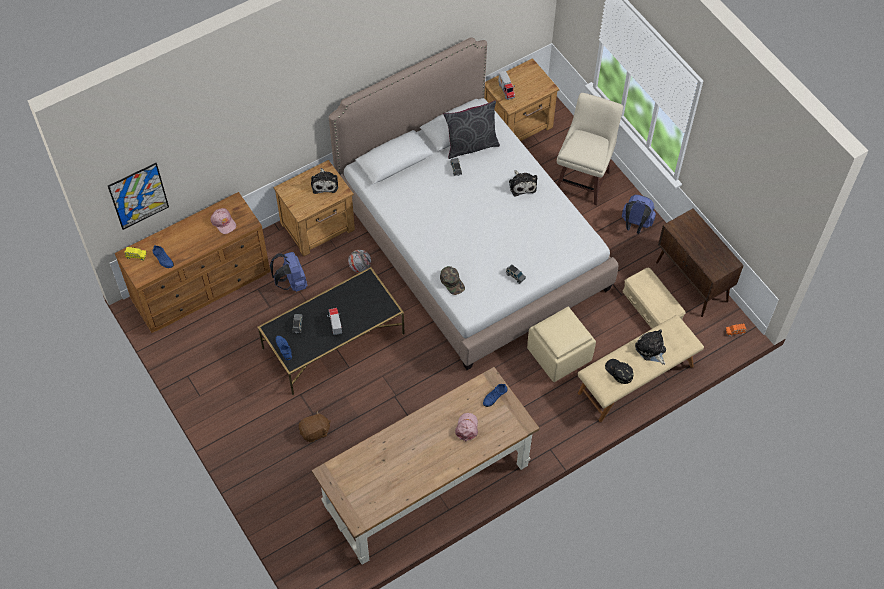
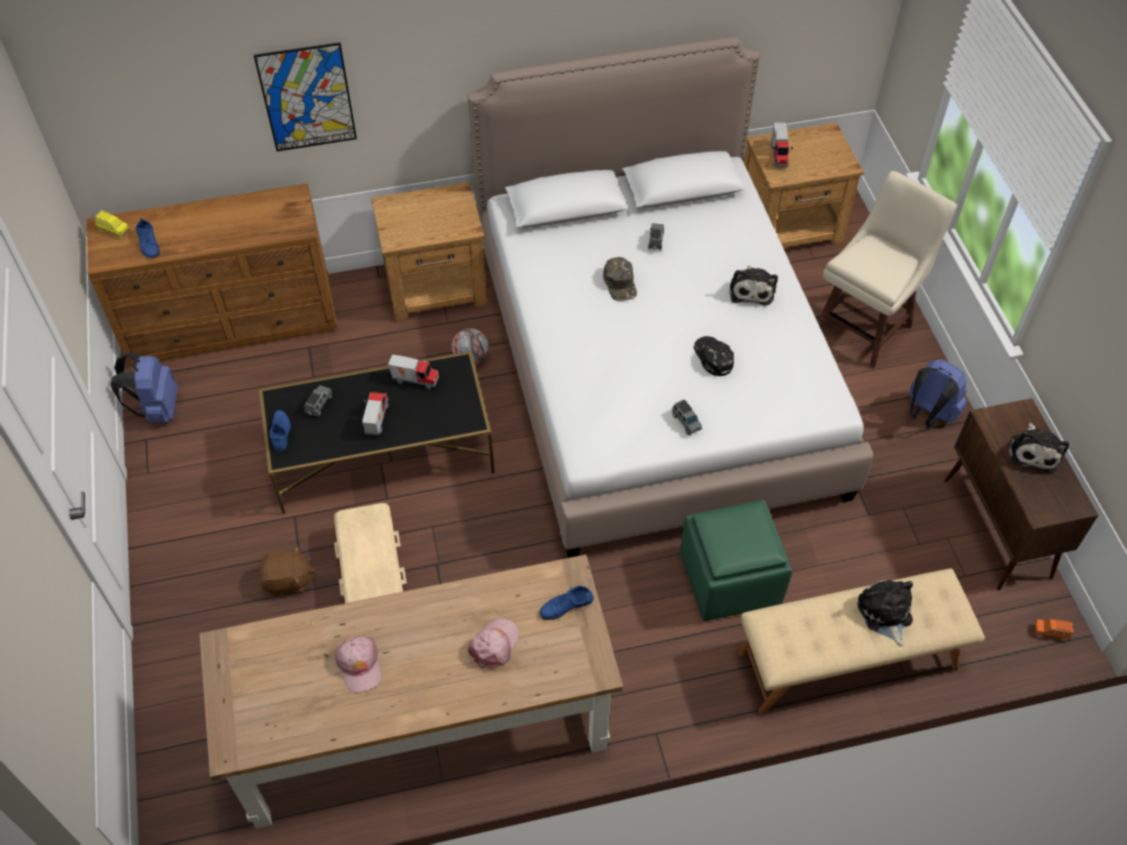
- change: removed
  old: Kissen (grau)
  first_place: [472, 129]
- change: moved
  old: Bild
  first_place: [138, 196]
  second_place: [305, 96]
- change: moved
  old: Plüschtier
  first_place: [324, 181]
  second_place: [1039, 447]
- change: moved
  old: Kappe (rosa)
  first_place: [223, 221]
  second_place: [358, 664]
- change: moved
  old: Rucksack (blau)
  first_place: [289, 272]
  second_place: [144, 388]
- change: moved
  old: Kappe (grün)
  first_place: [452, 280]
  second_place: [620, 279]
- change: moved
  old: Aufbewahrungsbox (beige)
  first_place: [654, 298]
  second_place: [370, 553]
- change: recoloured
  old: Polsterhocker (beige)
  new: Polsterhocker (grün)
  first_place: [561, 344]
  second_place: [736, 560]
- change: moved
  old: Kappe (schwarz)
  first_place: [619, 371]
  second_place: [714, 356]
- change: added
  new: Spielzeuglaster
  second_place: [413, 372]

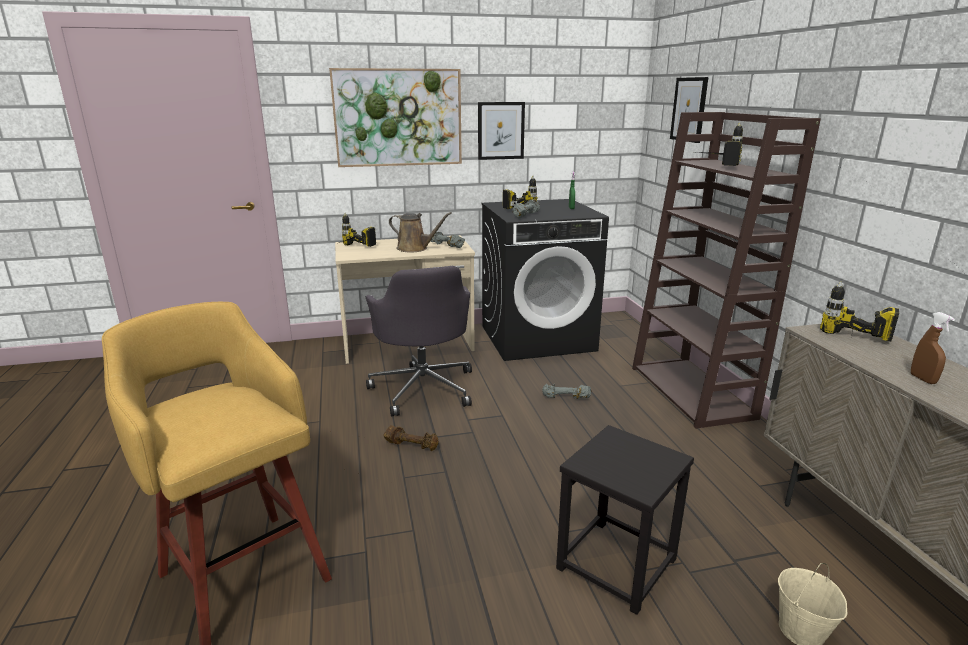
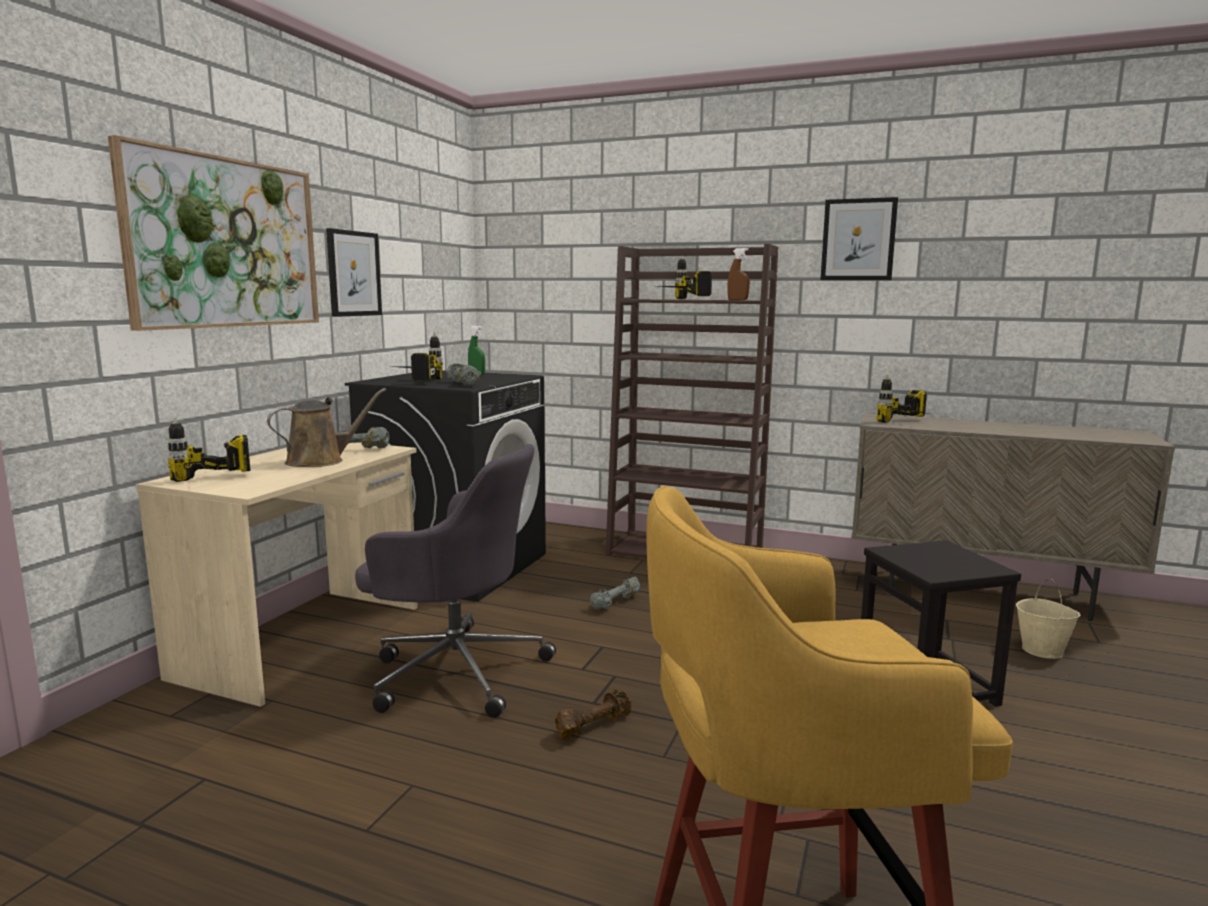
- change: moved
  old: Bild
  first_place: [689, 110]
  second_place: [859, 238]
- change: moved
  old: Sprühflasche (braun)
  first_place: [933, 348]
  second_place: [738, 274]

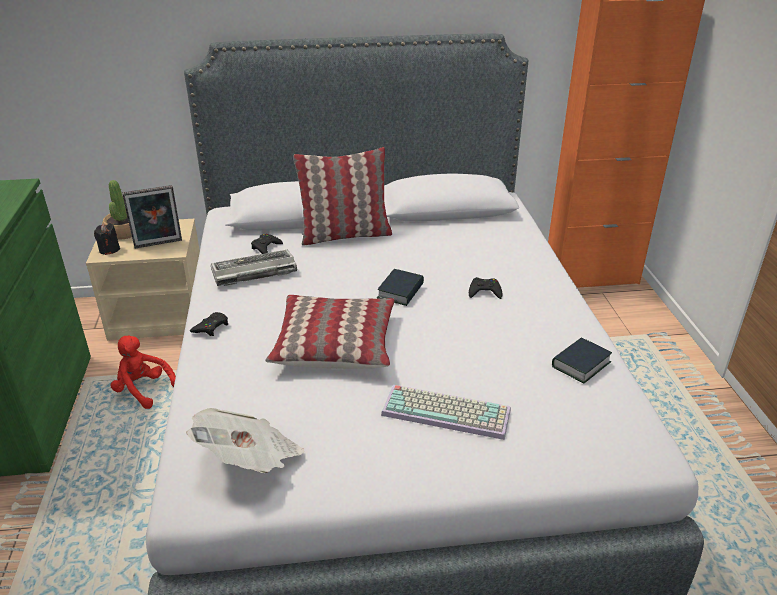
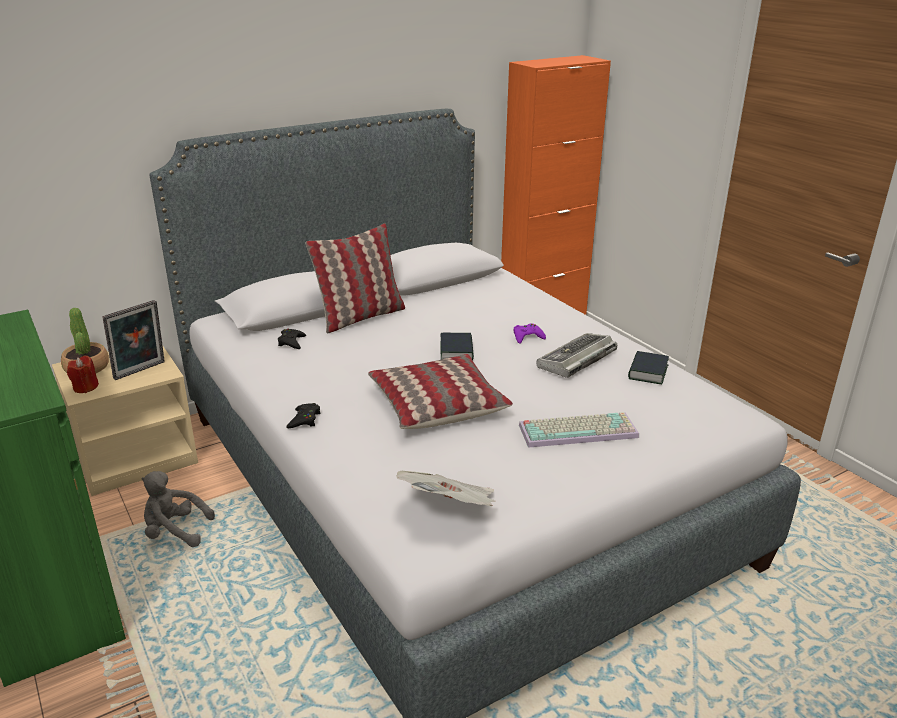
- change: recoloured
  old: Kerze (schwarz)
  new: Kerze (rot)
  first_place: [107, 239]
  second_place: [83, 374]
- change: moved
  old: Tastatur
  first_place: [254, 268]
  second_place: [577, 355]
- change: recoloured
  old: Gamepad (schwarz)
  new: Gamepad (lila)
  first_place: [485, 288]
  second_place: [530, 334]
- change: recoloured
  old: Plüschtier (rot)
  new: Plüschtier (grau)
  first_place: [143, 372]
  second_place: [178, 509]

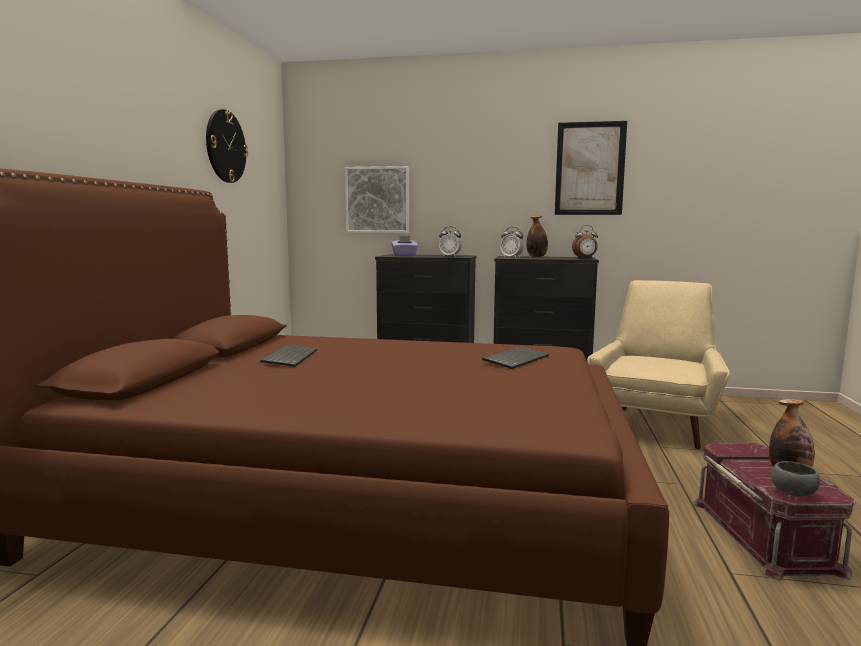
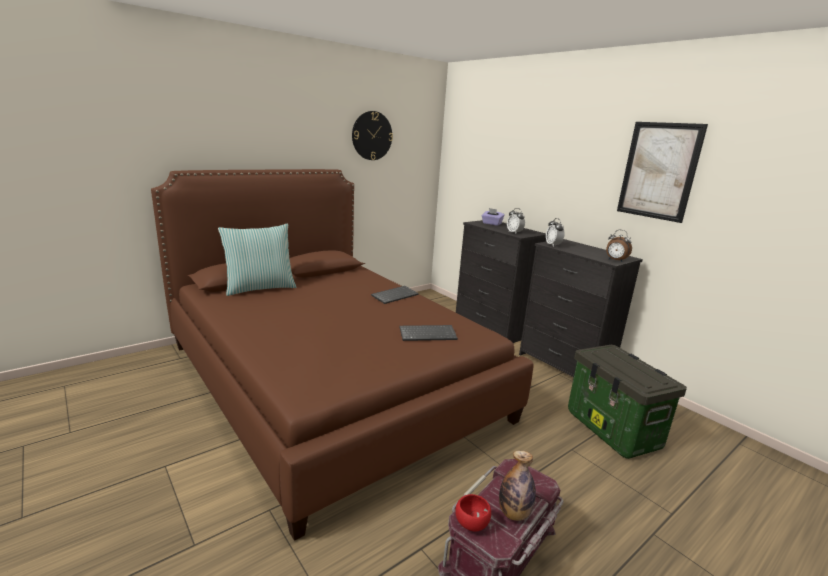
- change: removed
  old: Bild
  first_place: [377, 199]
- change: removed
  old: Flasche
  first_place: [537, 236]
- change: replaced
  old: Sessel (beige)
  new: Aufbewahrungsbox
  first_place: [658, 364]
  second_place: [627, 402]
- change: moved
  old: Tastatur
  first_place: [288, 356]
  second_place: [395, 295]
- change: recoloured
  old: Schüssel (grau)
  new: Schüssel (rot)
  first_place: [795, 479]
  second_place: [473, 513]
- change: added
  new: Kissen
  second_place: [257, 260]

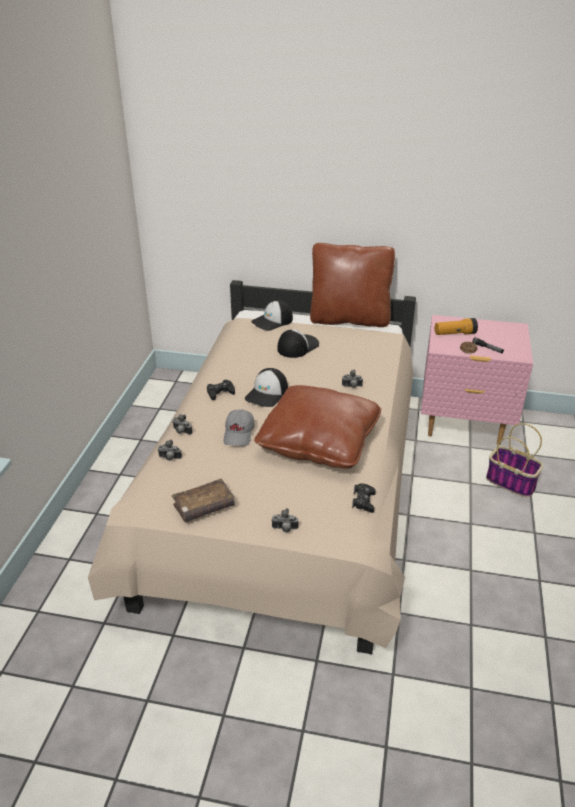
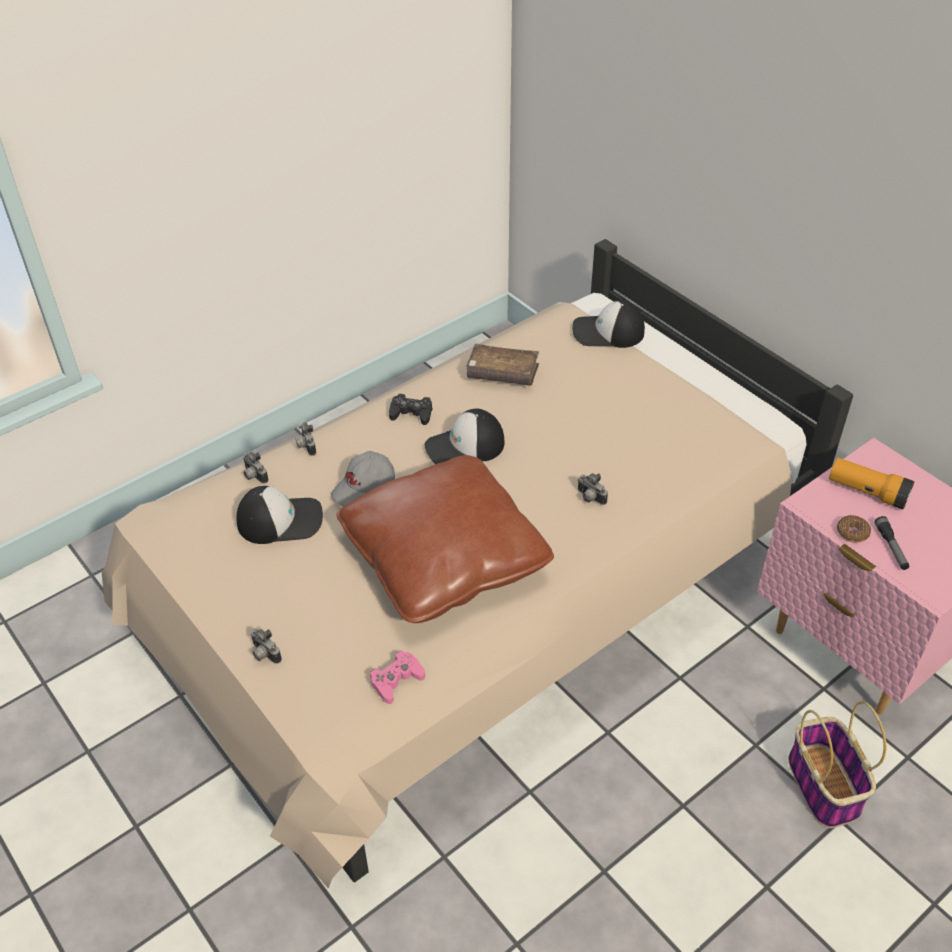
- change: removed
  old: Kissen (braun)
  first_place: [352, 285]
- change: moved
  old: Kappe
  first_place: [298, 343]
  second_place: [279, 515]
- change: moved
  old: Buch (braun)
  first_place: [203, 500]
  second_place: [502, 365]
- change: recoloured
  old: Gamepad (schwarz)
  new: Gamepad (rosa)
  first_place: [364, 498]
  second_place: [397, 677]

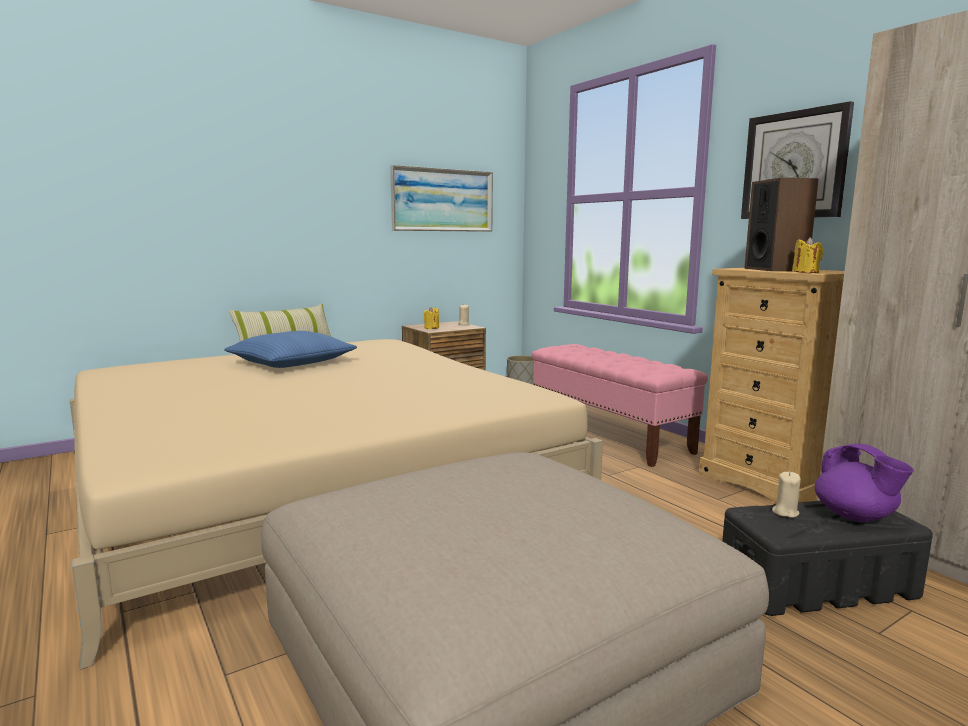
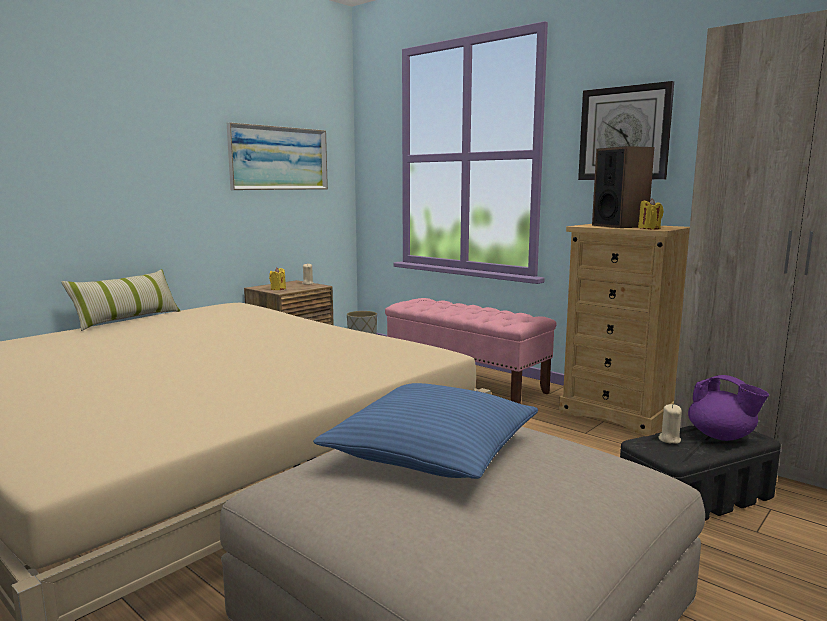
- change: moved
  old: Kissen (blau)
  first_place: [290, 349]
  second_place: [425, 431]

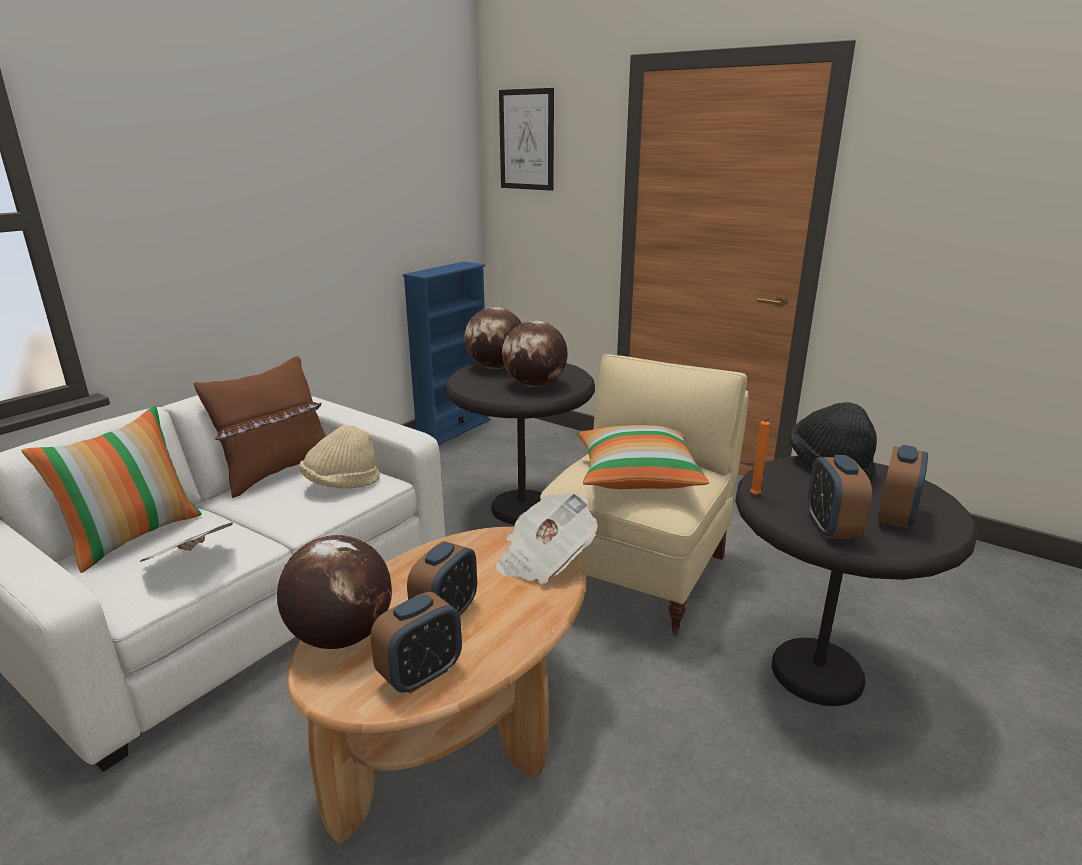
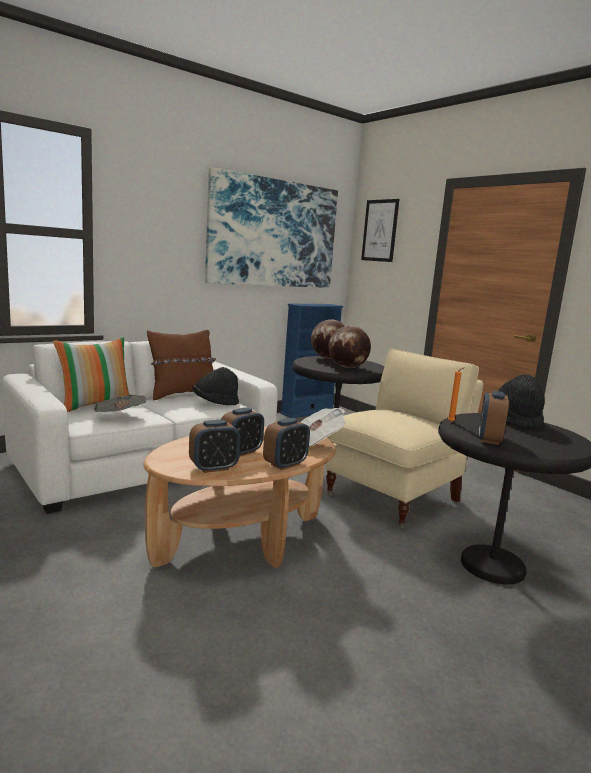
- change: recoloured
  old: Hut (beige)
  new: Hut (schwarz)
  first_place: [339, 457]
  second_place: [216, 386]
- change: removed
  old: Kissen
  first_place: [643, 457]
- change: moved
  old: Wecker
  first_place: [903, 486]
  second_place: [286, 444]
- change: removed
  old: Globus
  first_place: [334, 592]
- change: added
  new: Bild
  second_place: [271, 227]

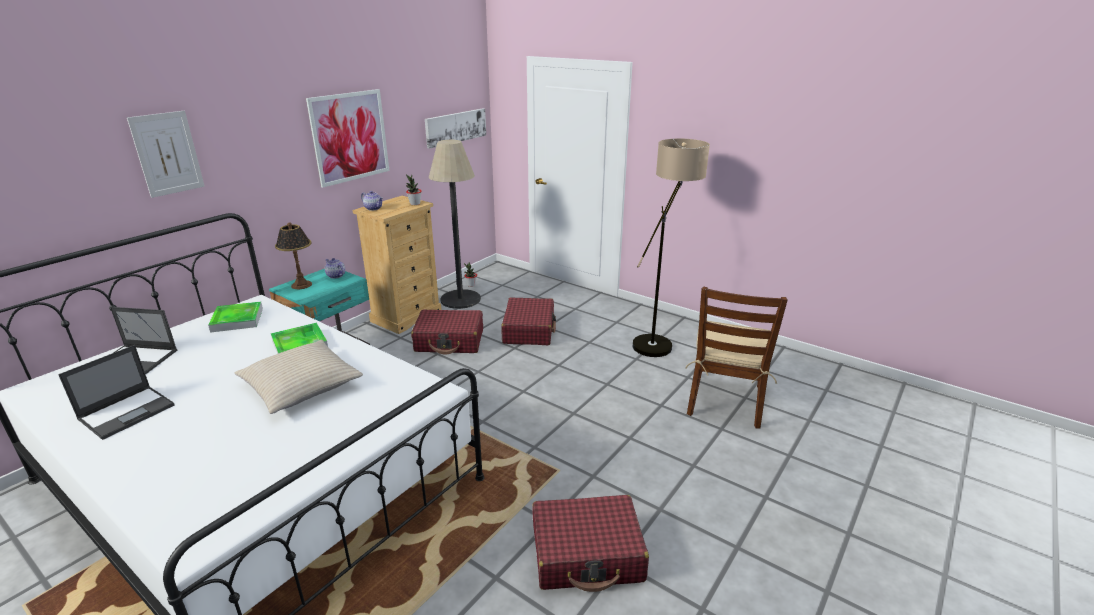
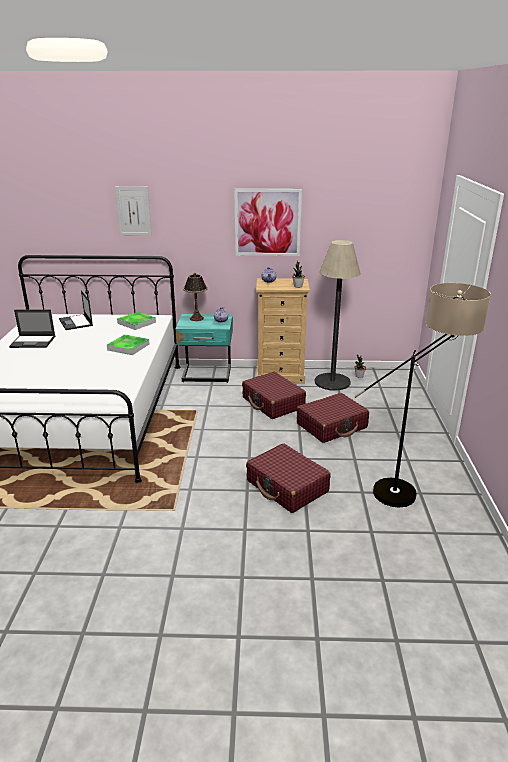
- change: removed
  old: Bild
  first_place: [455, 128]
- change: removed
  old: Stuhl (braun)
  first_place: [736, 358]
- change: removed
  old: Kissen (beige)
  first_place: [298, 377]
- change: moved
  old: Koffer (rot)
  first_place: [591, 543]
  second_place: [288, 478]

